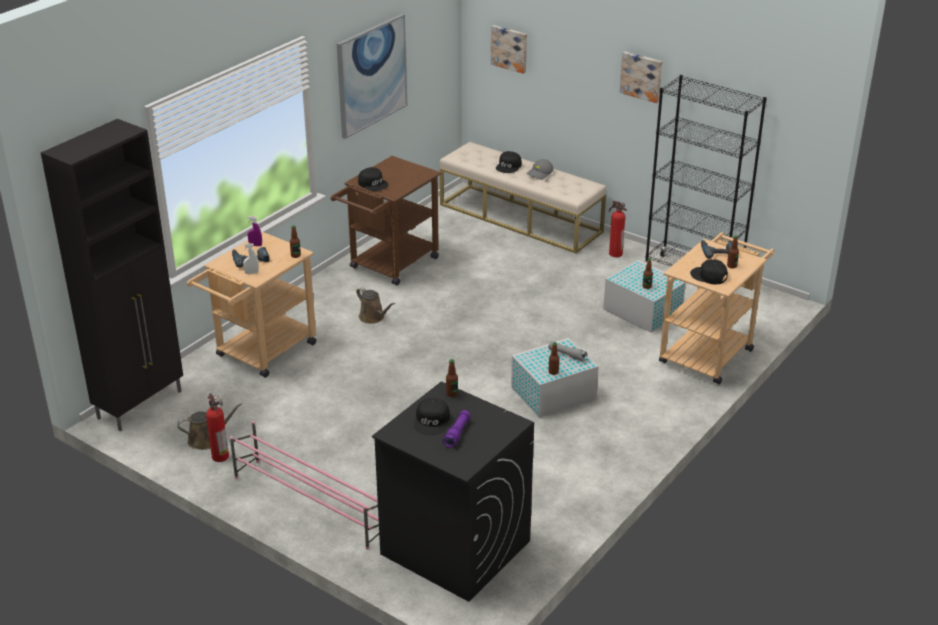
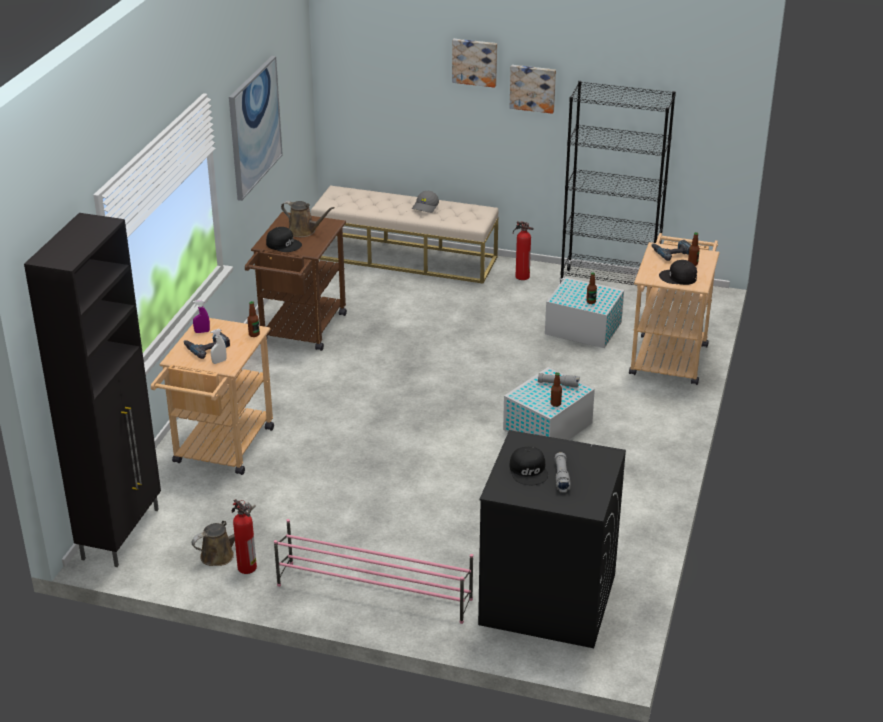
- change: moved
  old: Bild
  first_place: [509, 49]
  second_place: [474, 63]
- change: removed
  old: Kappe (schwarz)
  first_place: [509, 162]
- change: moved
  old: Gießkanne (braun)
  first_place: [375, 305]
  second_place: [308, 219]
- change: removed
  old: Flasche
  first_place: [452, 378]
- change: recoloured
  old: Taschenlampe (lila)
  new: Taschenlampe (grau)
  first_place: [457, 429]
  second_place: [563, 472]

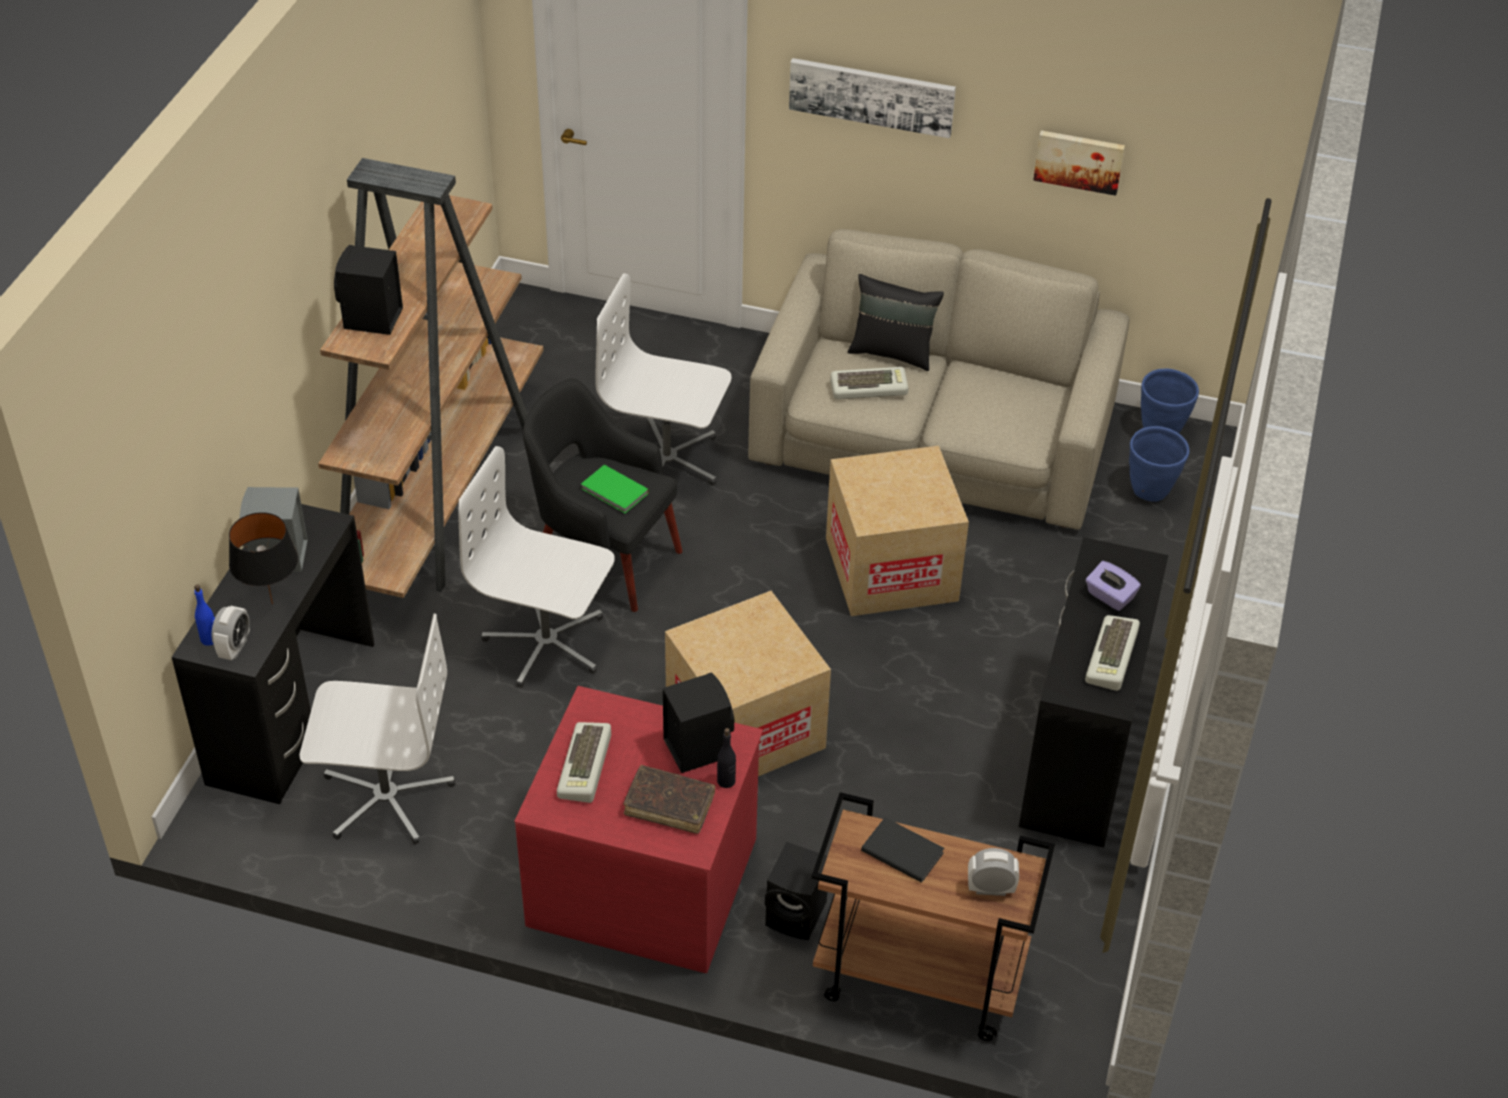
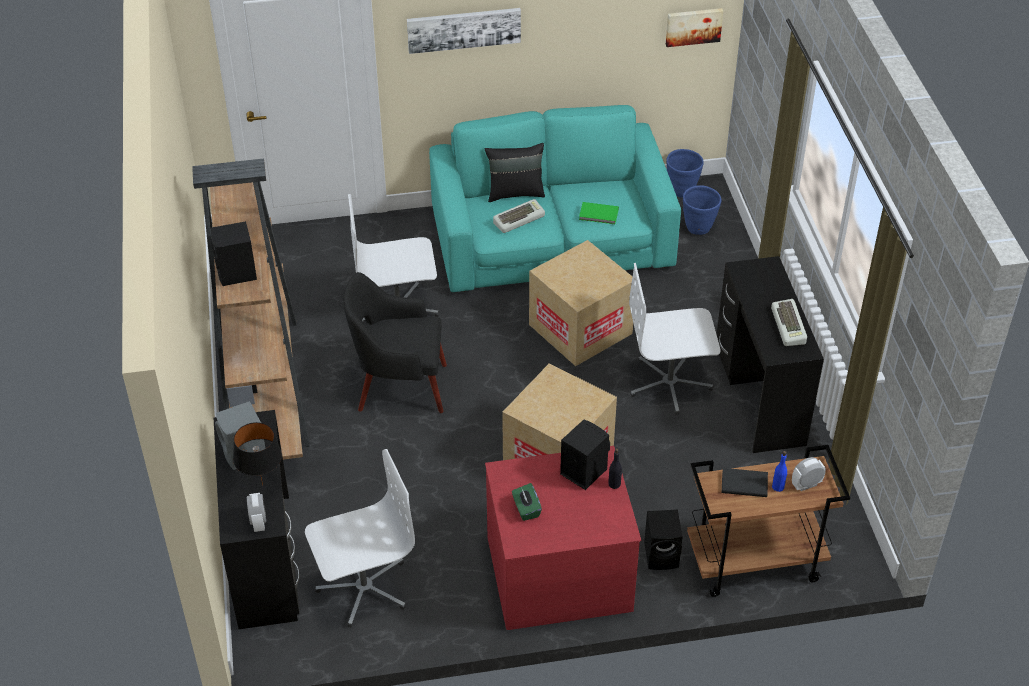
- change: moved
  old: Bild
  first_place: [1079, 163]
  second_place: [694, 27]
- change: recoloured
  old: Sofa (beige)
  new: Sofa (türkis)
  first_place: [938, 379]
  second_place: [555, 198]
- change: moved
  old: Bürostuhl (weiß)
  first_place: [536, 567]
  second_place: [675, 339]
- change: moved
  old: Buch (grün)
  first_place: [615, 489]
  second_place: [599, 213]
- change: removed
  old: Taschentuchbox (lila)
  first_place: [1113, 586]
- change: moved
  old: Flasche (blau)
  first_place: [204, 615]
  second_place: [779, 471]
- change: replaced
  old: Tastatur
  new: Taschentuchbox (grün)
  first_place: [584, 762]
  second_place: [527, 502]
- change: removed
  old: Buch (braun)
  first_place: [669, 799]

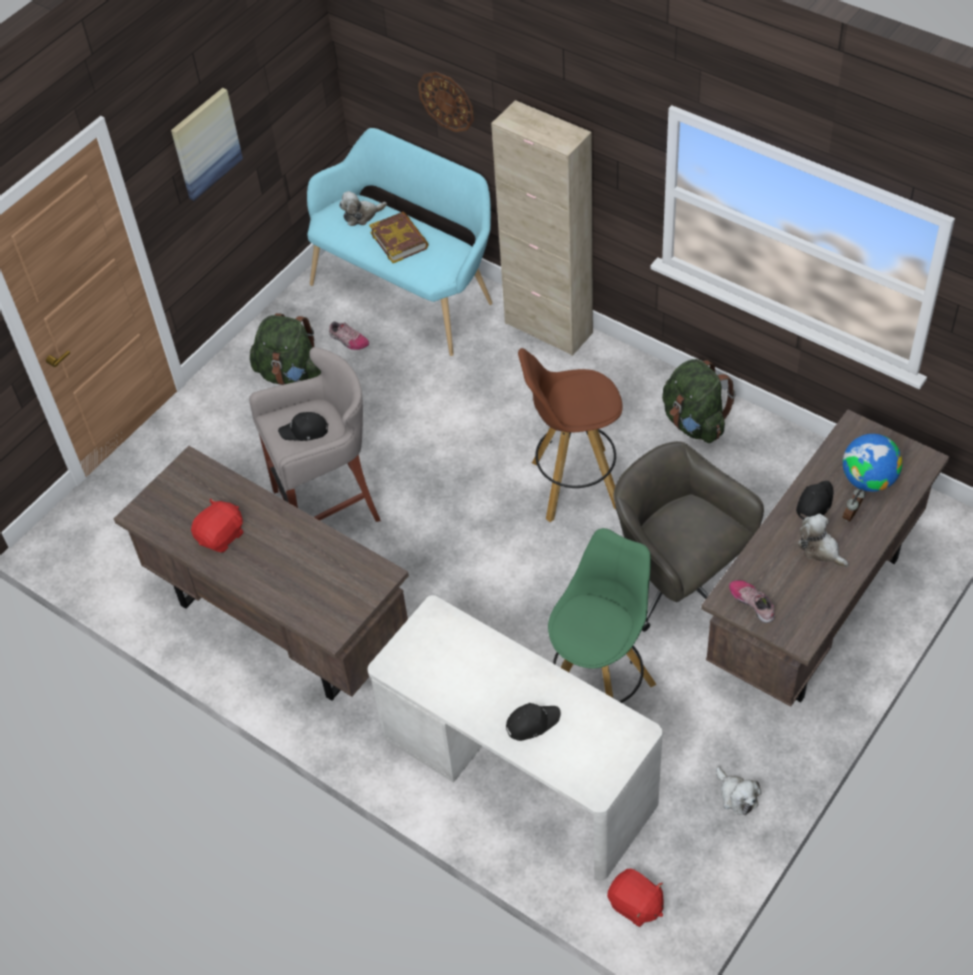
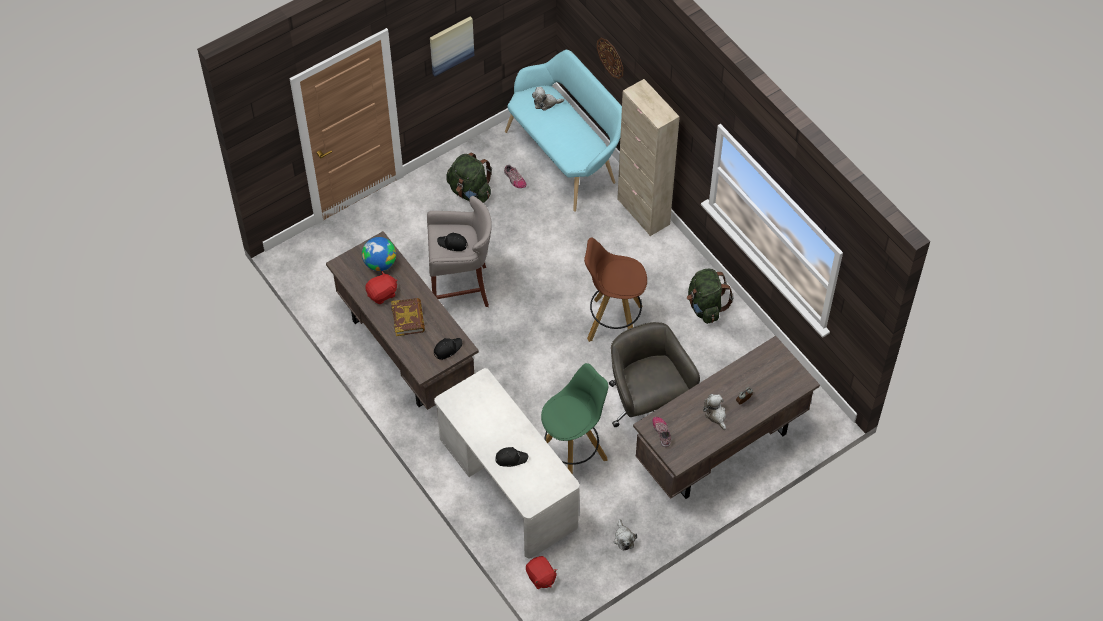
- change: moved
  old: Buch
  first_place: [399, 237]
  second_place: [408, 317]
- change: moved
  old: Globus
  first_place: [872, 463]
  second_place: [379, 254]
- change: moved
  old: Kappe (schwarz)
  first_place: [815, 500]
  second_place: [448, 349]

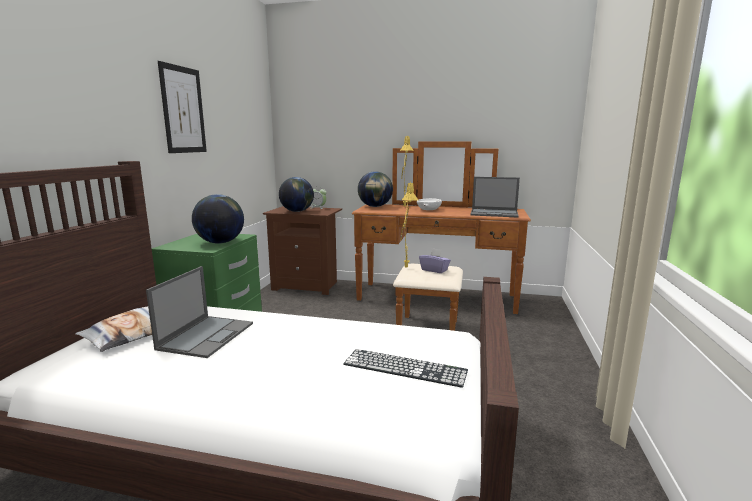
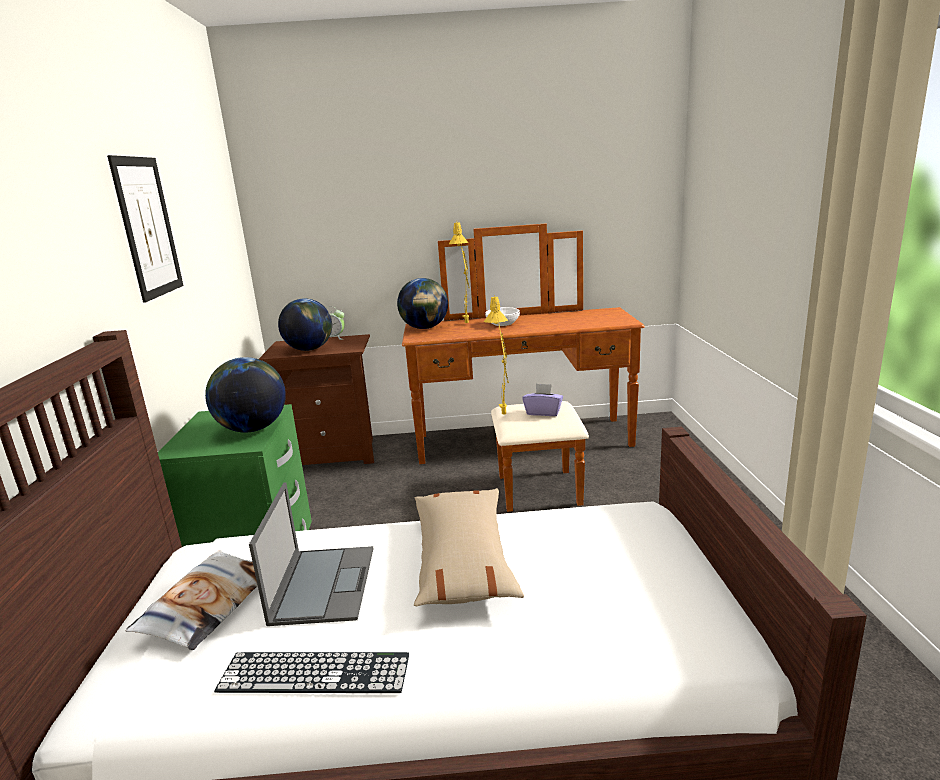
- change: removed
  old: Laptop
  first_place: [495, 197]
- change: moved
  old: Tastatur
  first_place: [405, 368]
  second_place: [311, 672]
- change: added
  new: Kissen (beige)
  second_place: [469, 547]

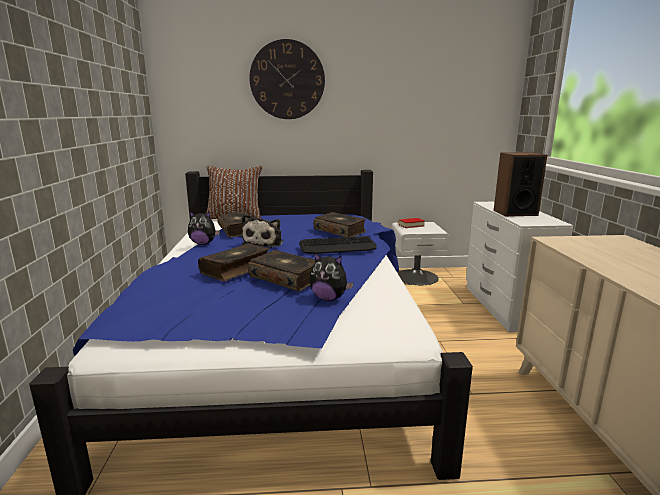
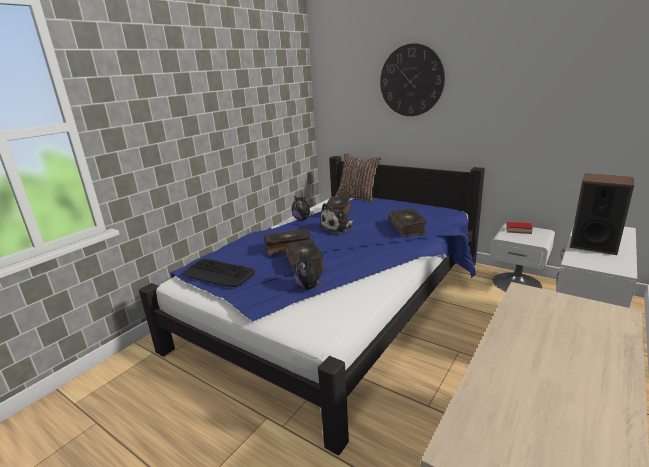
- change: moved
  old: Tastatur
  first_place: [338, 245]
  second_place: [219, 273]

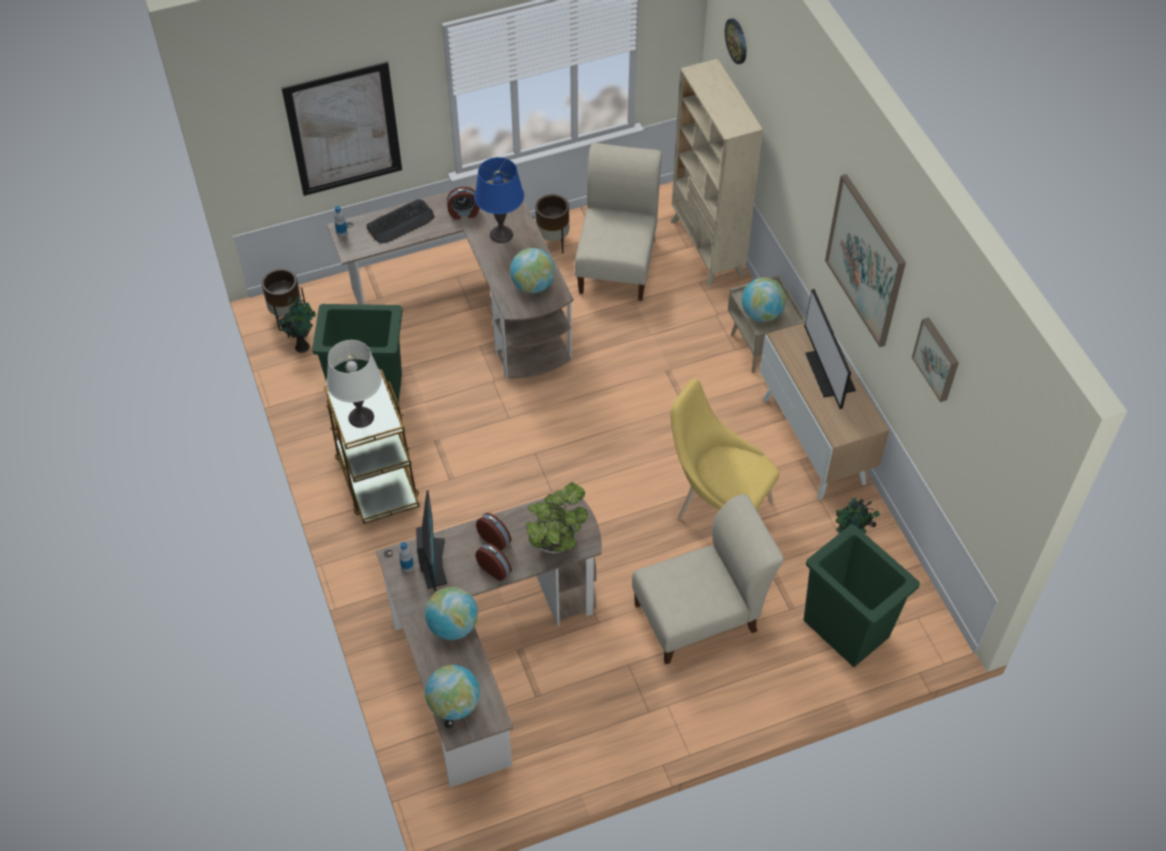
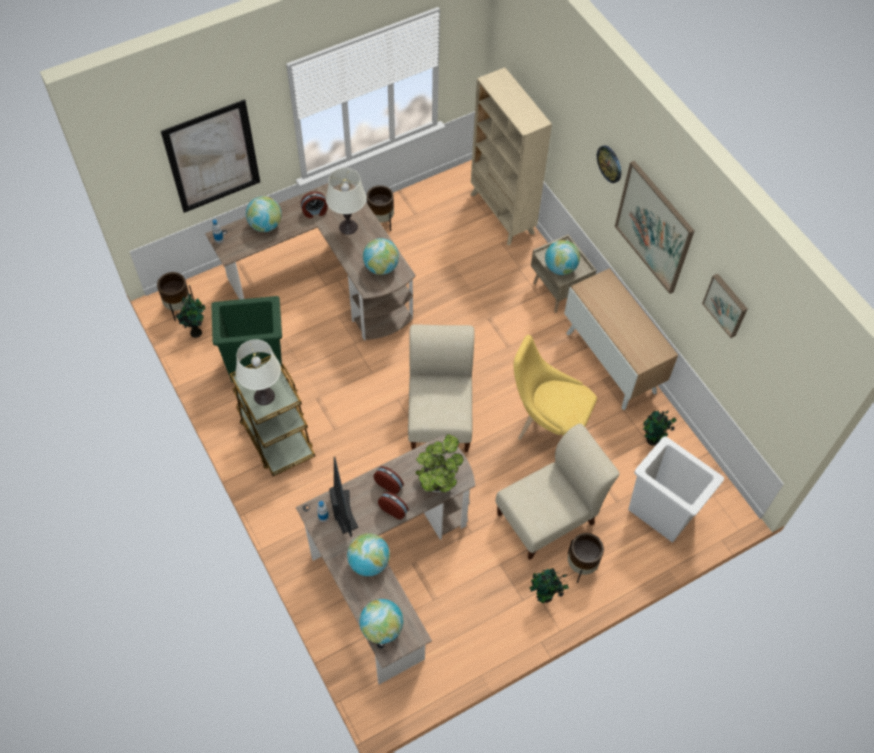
- change: moved
  old: Wanduhr
  first_place: [735, 41]
  second_place: [609, 164]
- change: moved
  old: Stuhl (beige)
  first_place: [618, 222]
  second_place: [441, 388]
- change: recoloured
  old: Tischlampe (blau)
  new: Tischlampe (weiß)
  first_place: [499, 200]
  second_place: [346, 201]
- change: replaced
  old: Tastatur
  new: Globus
  first_place: [401, 221]
  second_place: [264, 214]
- change: removed
  old: Monitor
  first_place: [830, 349]
- change: recoloured
  old: Mülleimer (grün)
  new: Mülleimer (weiß)
  first_place: [862, 595]
  second_place: [676, 489]
- change: added
  new: Pflanzkübel (braun)
  second_place: [586, 558]
- change: added
  new: Topfpflanze
  second_place: [549, 585]

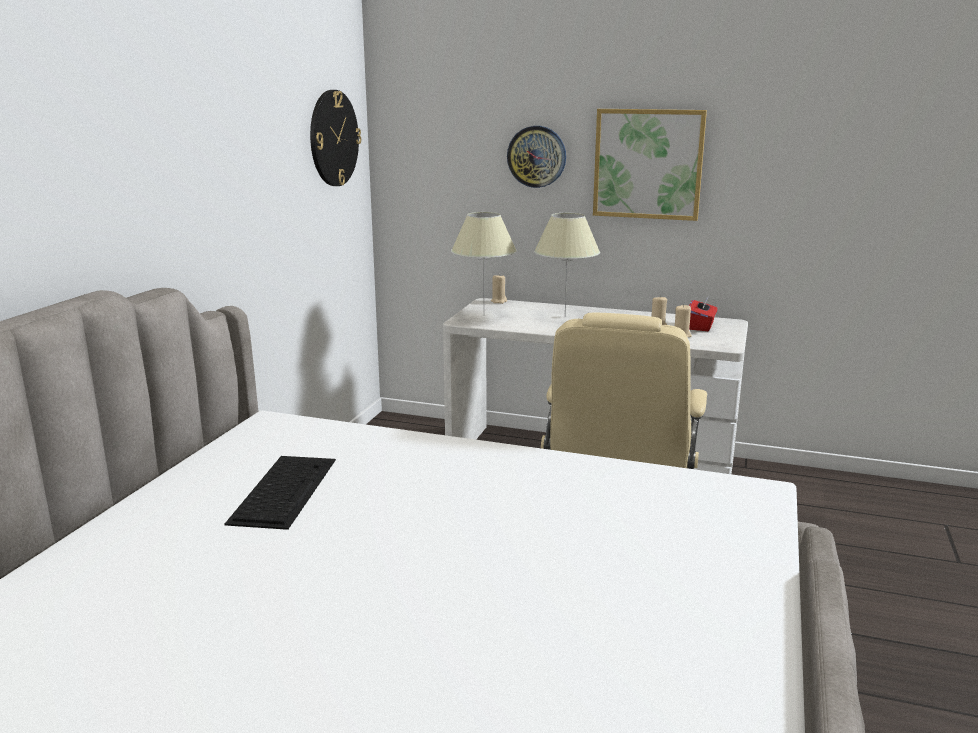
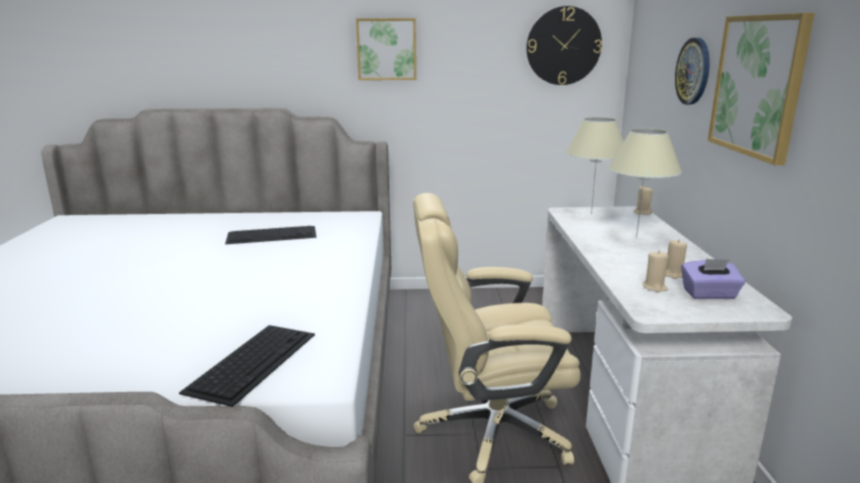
- change: recoloured
  old: Taschentuchbox (rot)
  new: Taschentuchbox (lila)
  first_place: [703, 313]
  second_place: [713, 279]
- change: added
  new: Bild
  second_place: [386, 49]
- change: added
  new: Tastatur
  second_place: [247, 366]

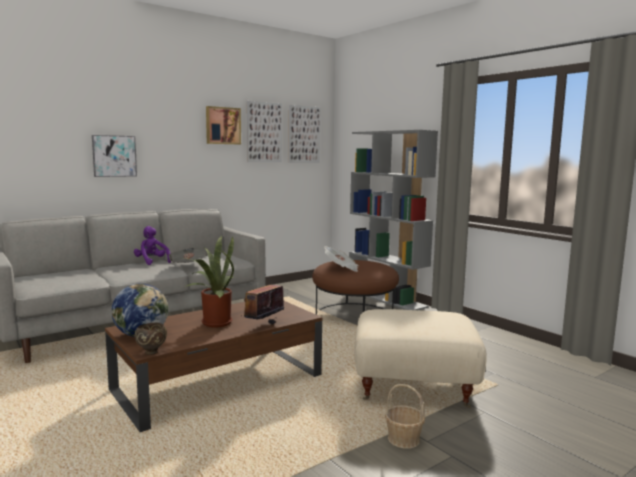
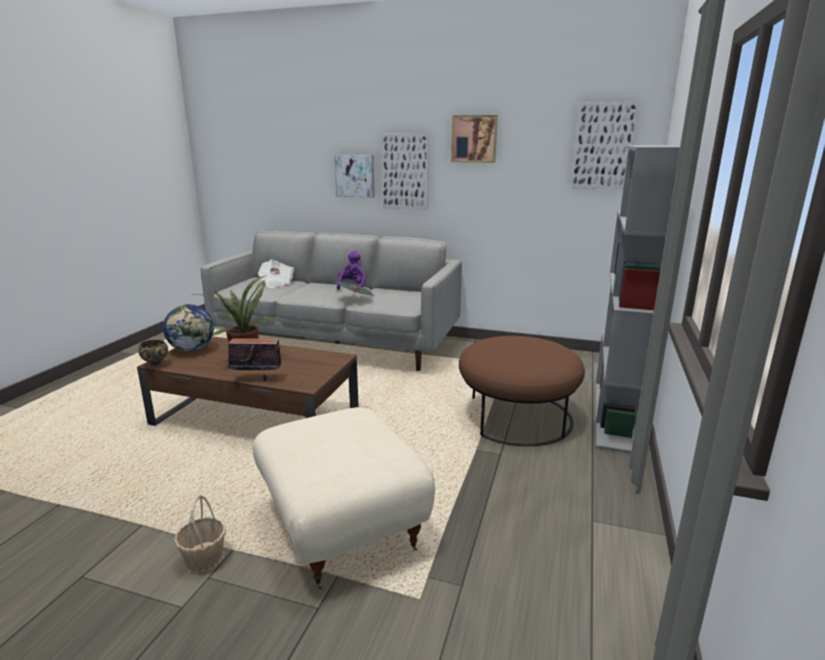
- change: moved
  old: Bild
  first_place: [264, 131]
  second_place: [405, 171]
- change: moved
  old: Zeitung
  first_place: [341, 259]
  second_place: [276, 273]

